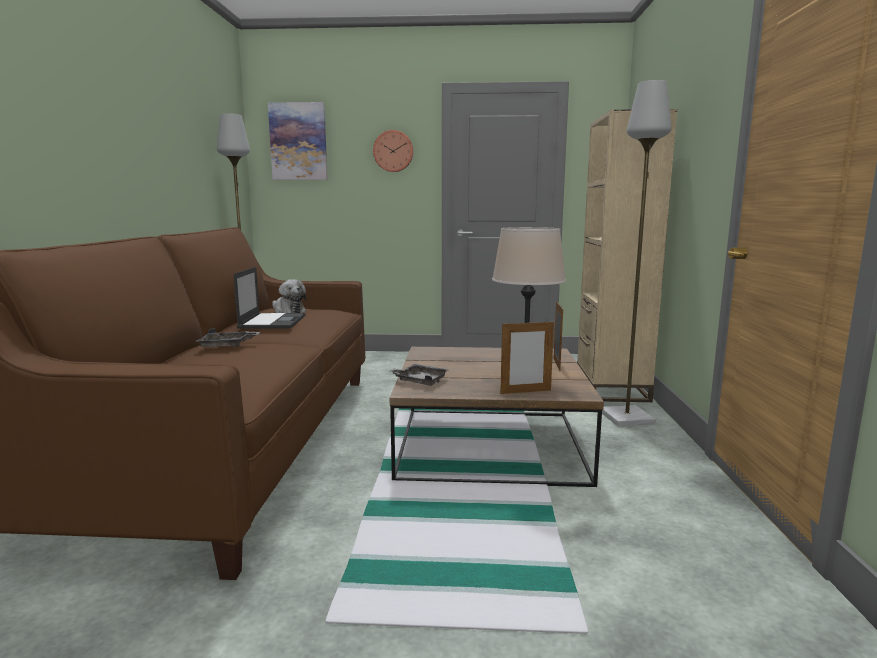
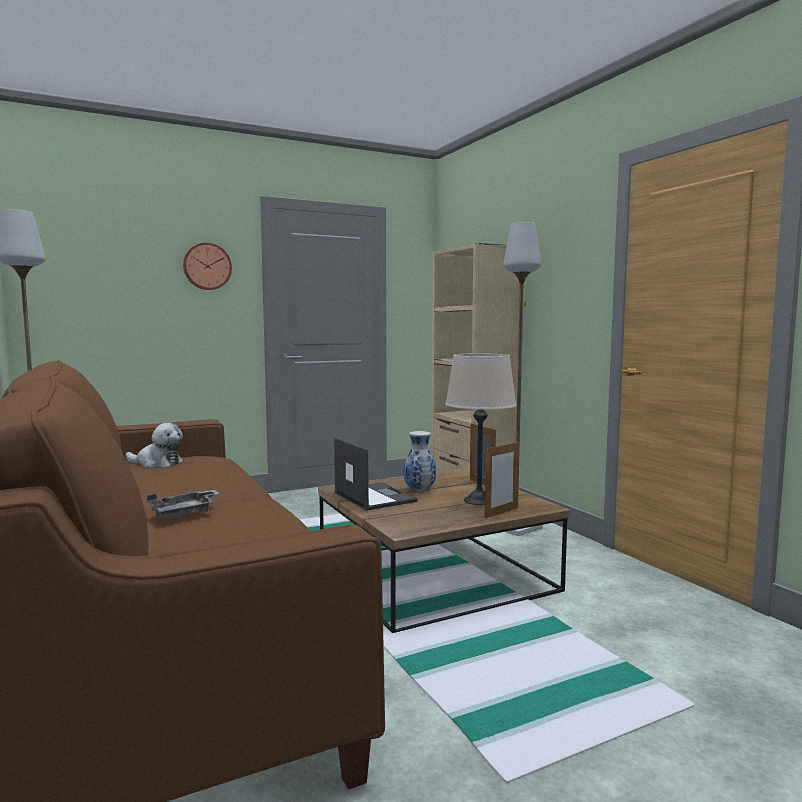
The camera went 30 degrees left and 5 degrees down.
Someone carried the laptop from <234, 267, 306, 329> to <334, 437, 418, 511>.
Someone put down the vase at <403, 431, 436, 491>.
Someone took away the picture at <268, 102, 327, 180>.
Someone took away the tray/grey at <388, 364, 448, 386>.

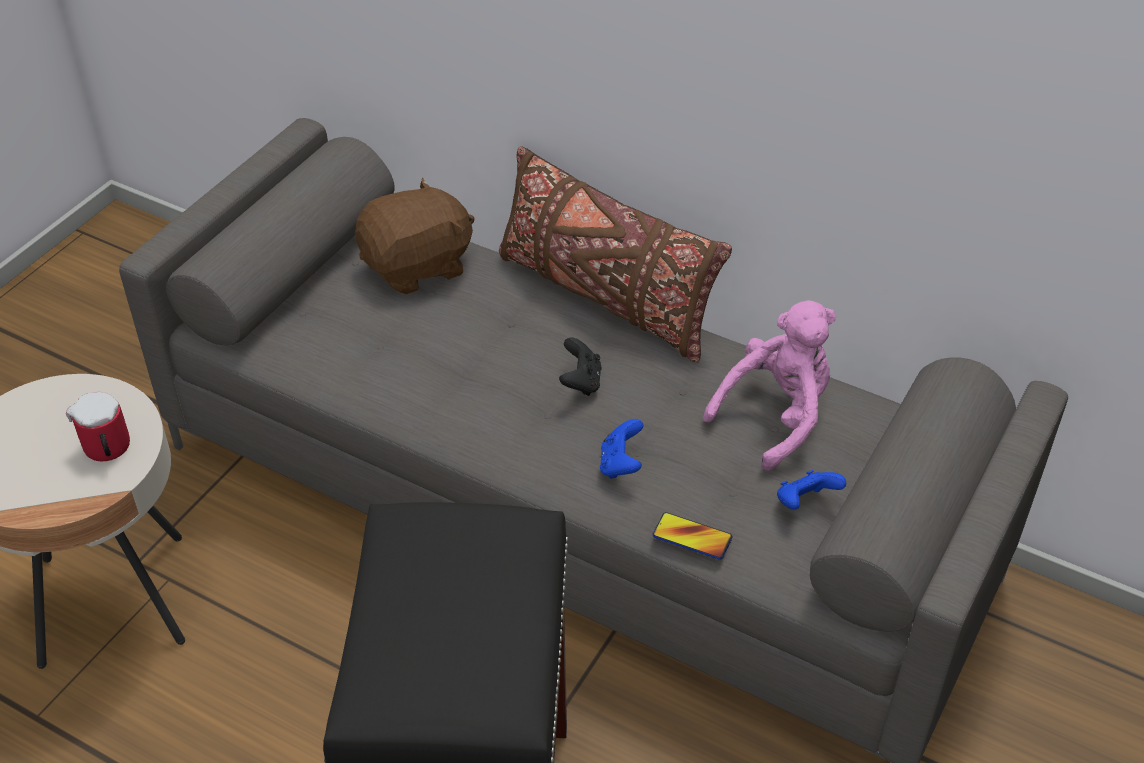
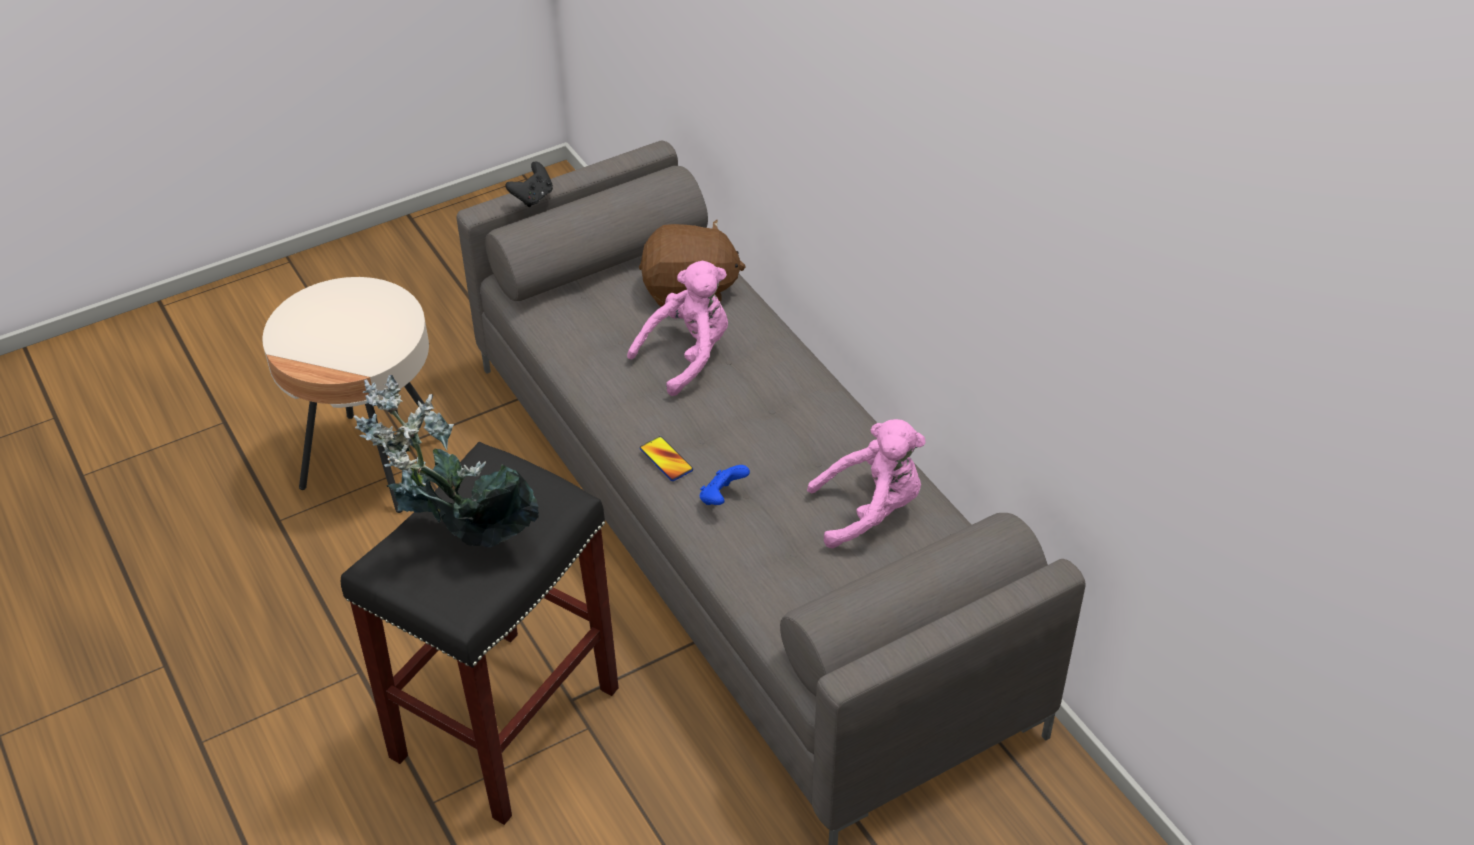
The camera went 30 degrees right and 0 degrees up.
Someone put down the potted plant at <354, 375, 539, 548>.
Someone carried the game controller/black from <559, 338, 602, 396> to <505, 162, 553, 207>.
Someone put down the plush toy/pink at <627, 261, 728, 396>.
Someone carried the phone from <653, 512, 733, 560> to <640, 436, 693, 481>.
Someone took away the mug at <66, 392, 130, 461>.
Someone took away the pillow/brown at <499, 146, 732, 363>.
Someone took away the game controller/blue at <777, 470, 846, 510>.

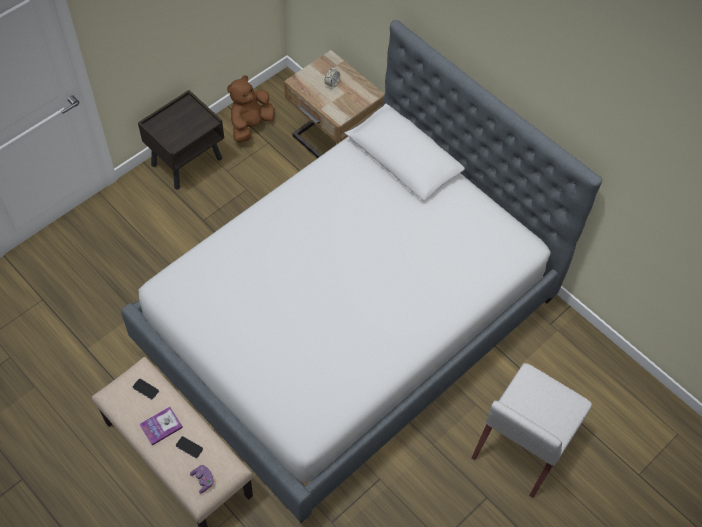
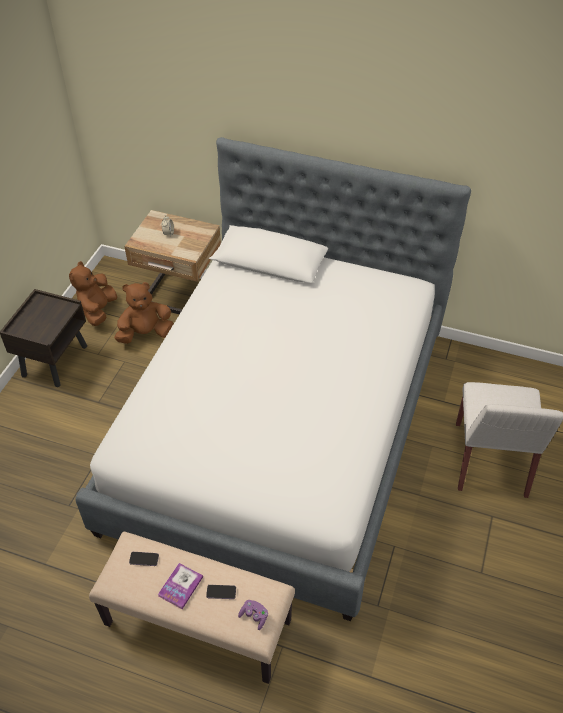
The camera went 25 degrees left and 10 degrees down.
Someone put down the plush toy/brown at <114, 282, 173, 344>.

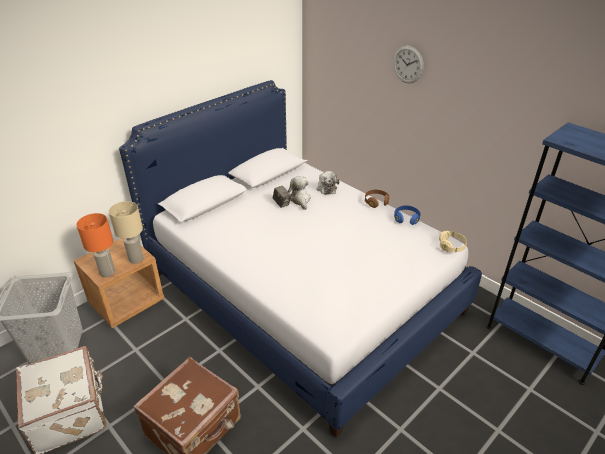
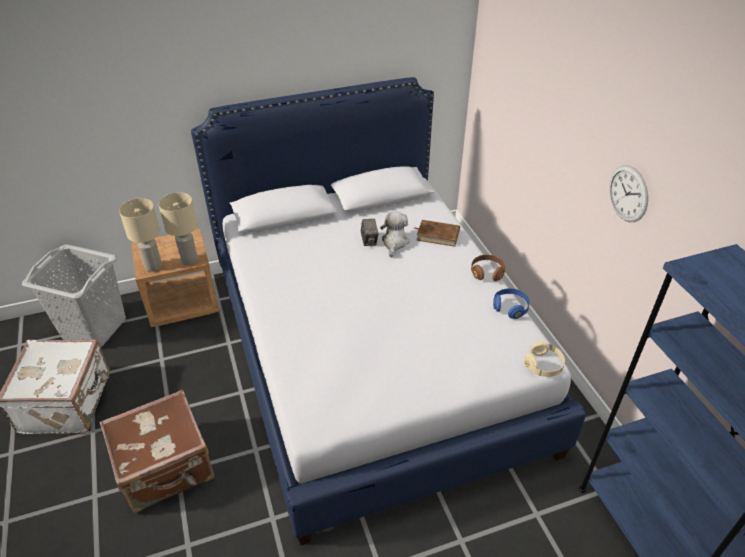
The camera went 25 degrees right and 5 degrees up.
Someone repainted the table lamp/orange at <76, 213, 115, 277>, which became the table lamp/beige at <119, 198, 162, 272>.
Someone swapped the plush toy at <316, 171, 339, 195> for the book/brown at <414, 220, 460, 247>.
Someone carried the wall clock from <393, 46, 424, 84> to <609, 165, 648, 222>.

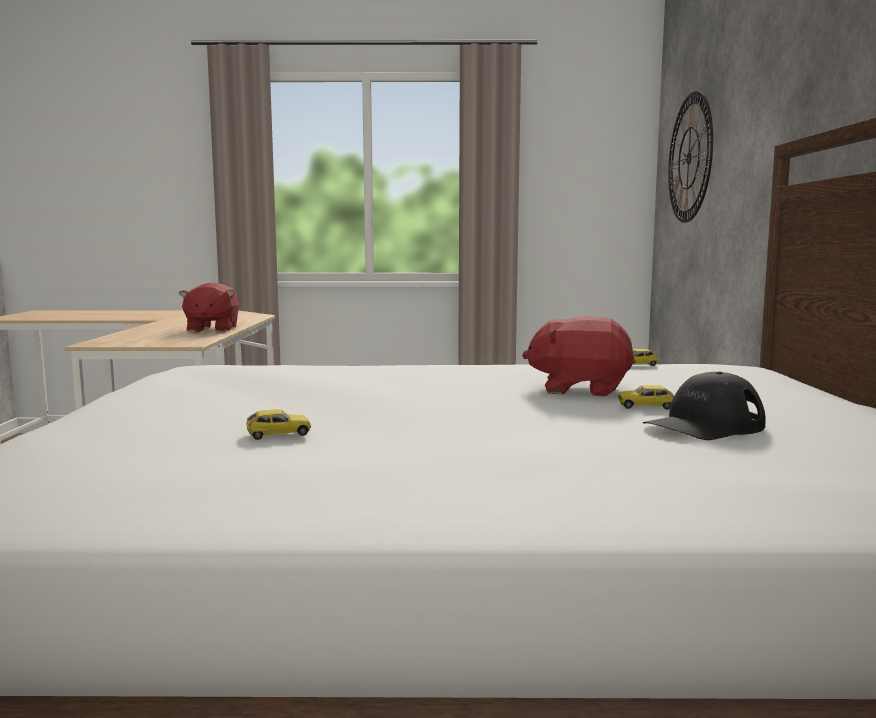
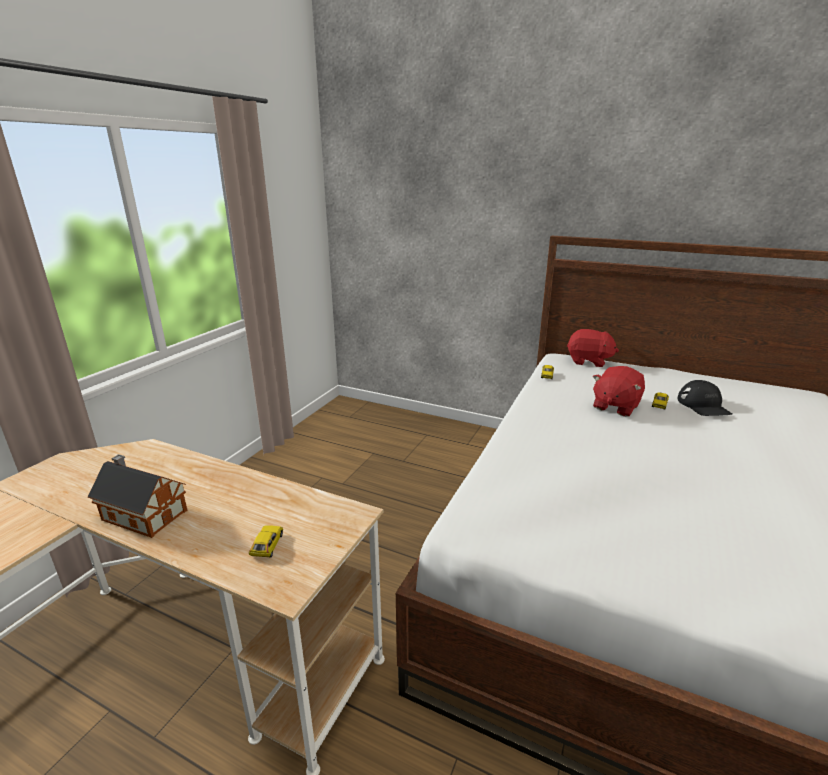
The camera went 65 degrees left and 15 degrees up.
Someone put down the toy house at <88, 454, 187, 538>.
Someone carried the toy car from <246, 409, 311, 440> to <249, 526, 283, 557>.
Someone carried the plush toy/red from <178, 282, 239, 332> to <567, 329, 619, 367>.
Someone took away the wall clock at <668, 91, 713, 223>.

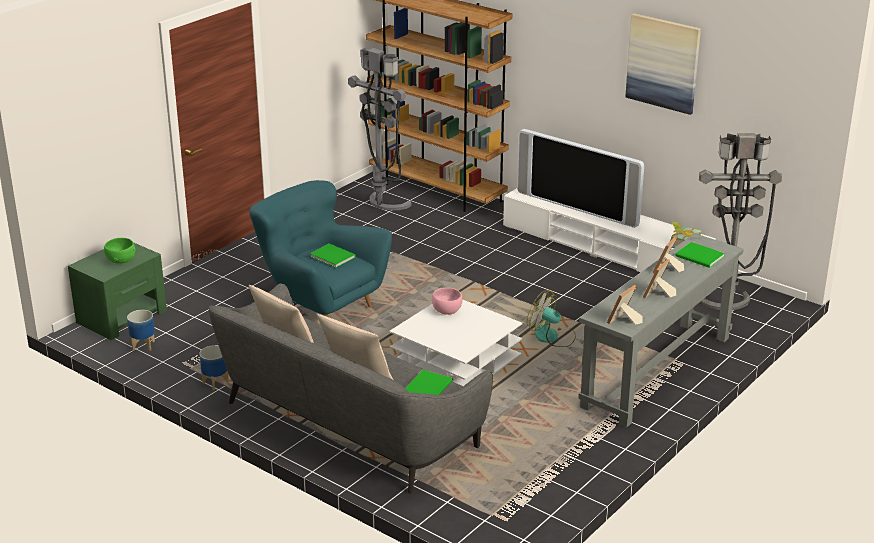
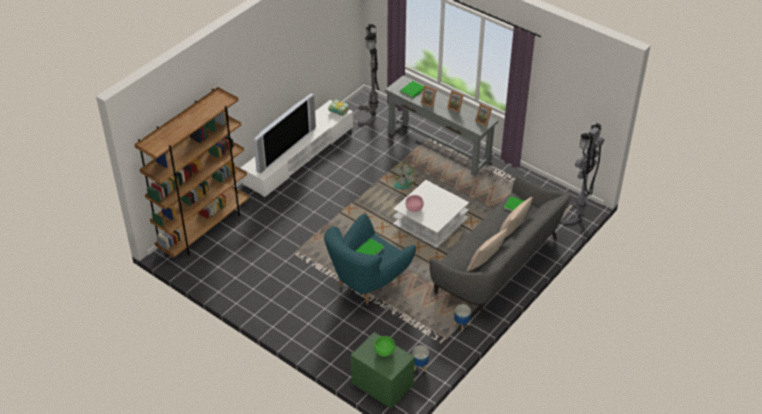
The camera went 90 degrees left and 15 degrees up.
Someone carried the floor lamp/grey from <348, 48, 411, 211> to <560, 123, 604, 224>.
Someone took away the picture at <625, 13, 701, 115>.

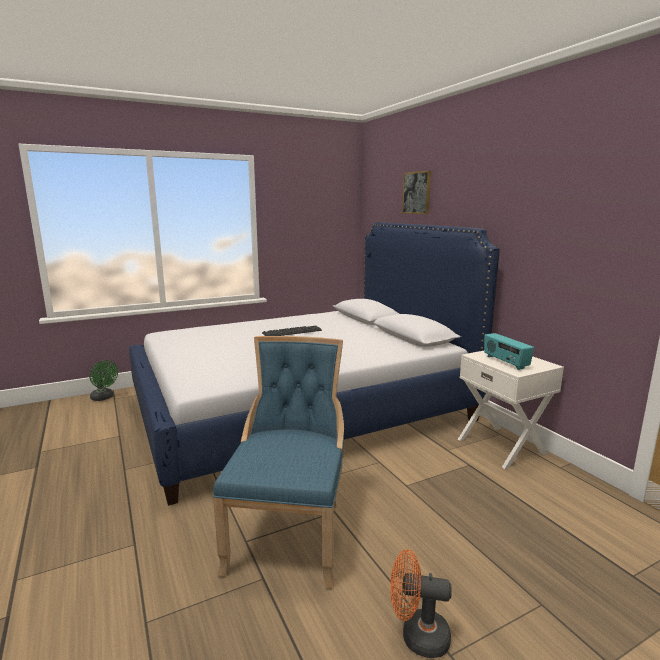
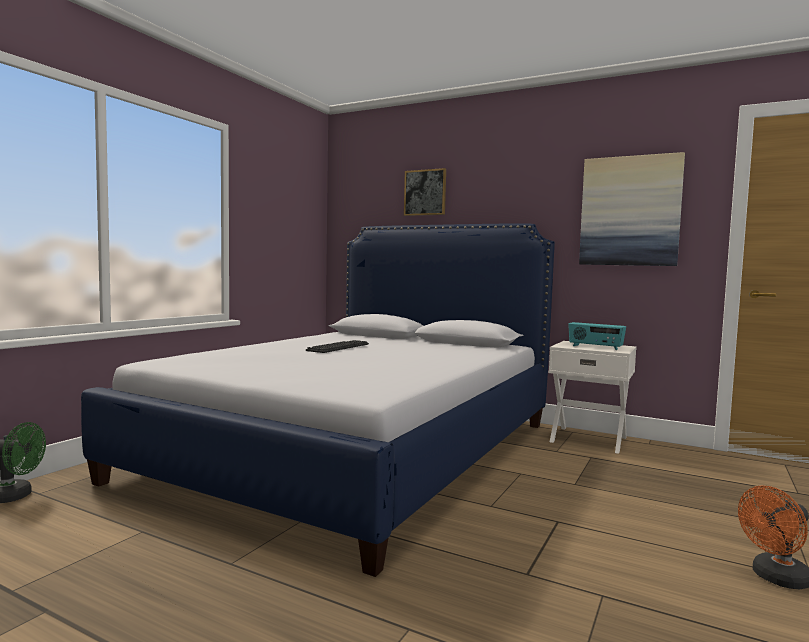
The camera went 35 degrees left and 10 degrees down.
Someone put up the picture at <579, 152, 685, 266>.
Someone took away the chair/blue at <213, 336, 344, 589>.

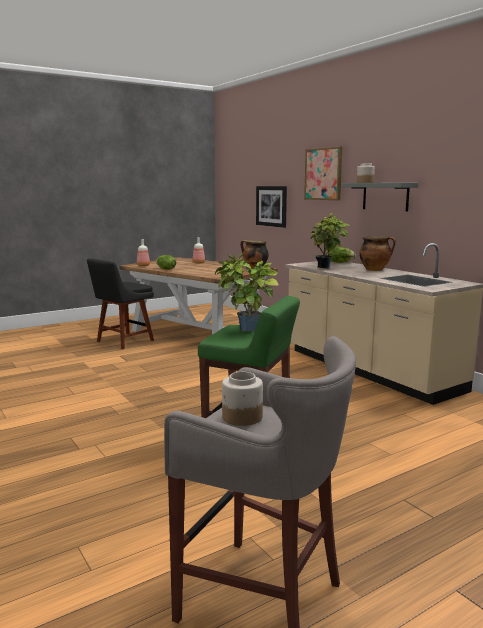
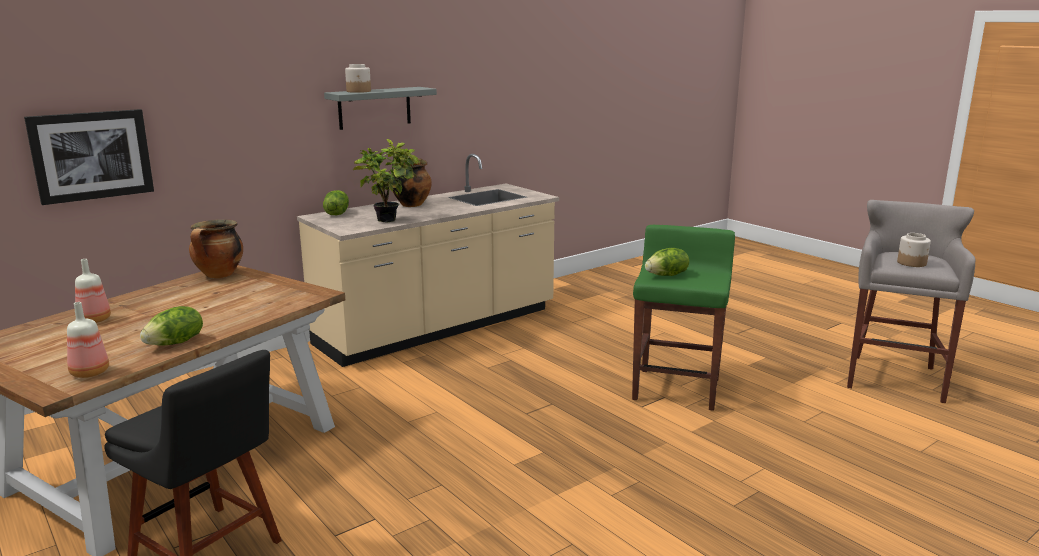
The camera went 95 degrees left and 5 degrees up.
Someone swapped the potted plant at <215, 253, 279, 332> for the lettuce at <645, 248, 689, 276>.
Someone took away the picture at <304, 147, 342, 200>.

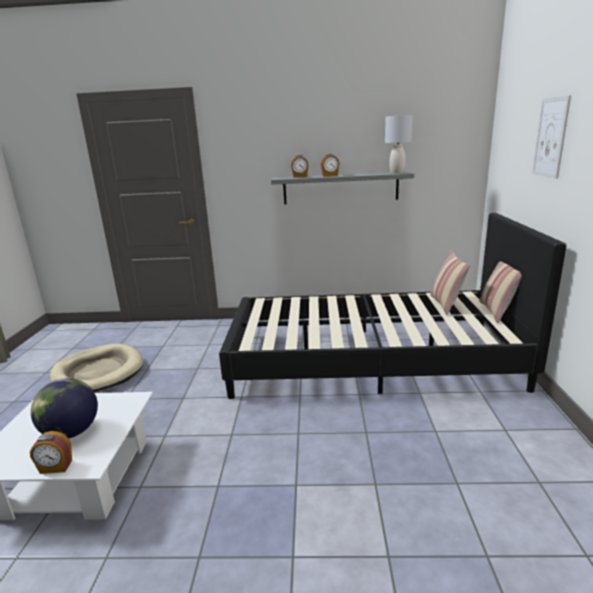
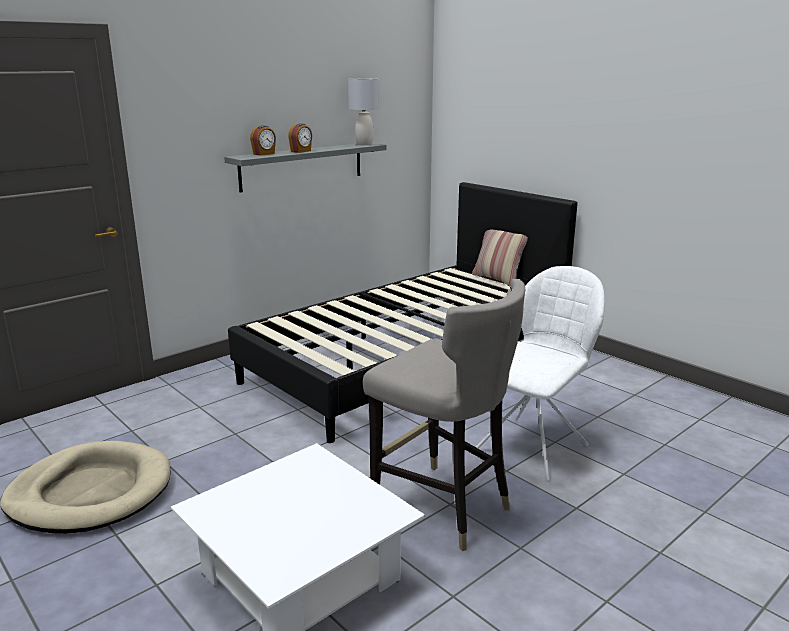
The camera went 45 degrees left and 0 degrees up.
Someone put down the stool/grey at <363, 279, 525, 551>.
Someone put down the chair/white at <476, 266, 605, 482>.
Someone took away the alarm clock at <30, 431, 72, 474>.
Someone took away the globe at <31, 378, 98, 438>.
Someone took away the pillow at <430, 250, 470, 315>.
Someone took away the picture at <532, 95, 571, 179>.

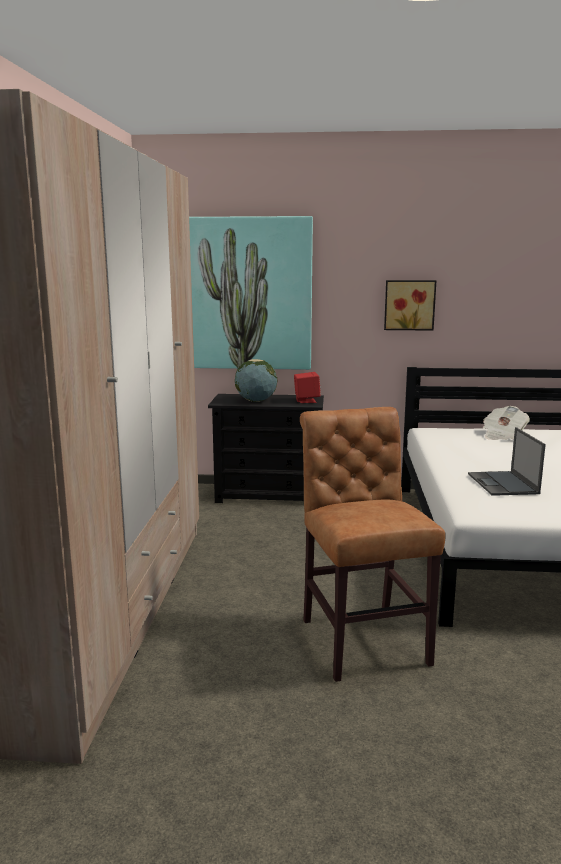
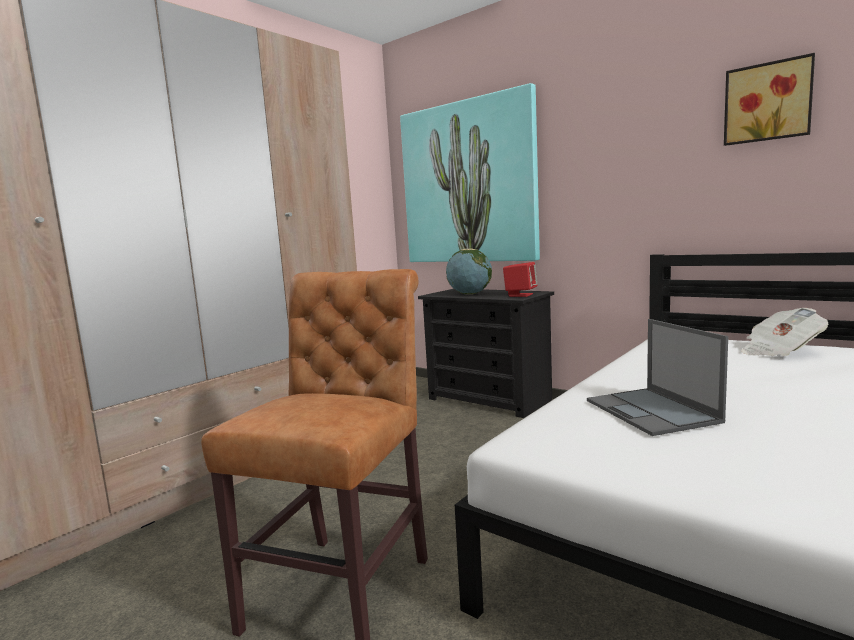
The camera went 35 degrees right and 5 degrees down.
Someone rotated the laptop at <468, 427, 546, 496> by 45 degrees counterclockwise.
Someone carried the picture from <384, 280, 436, 331> to <724, 53, 815, 146>.

